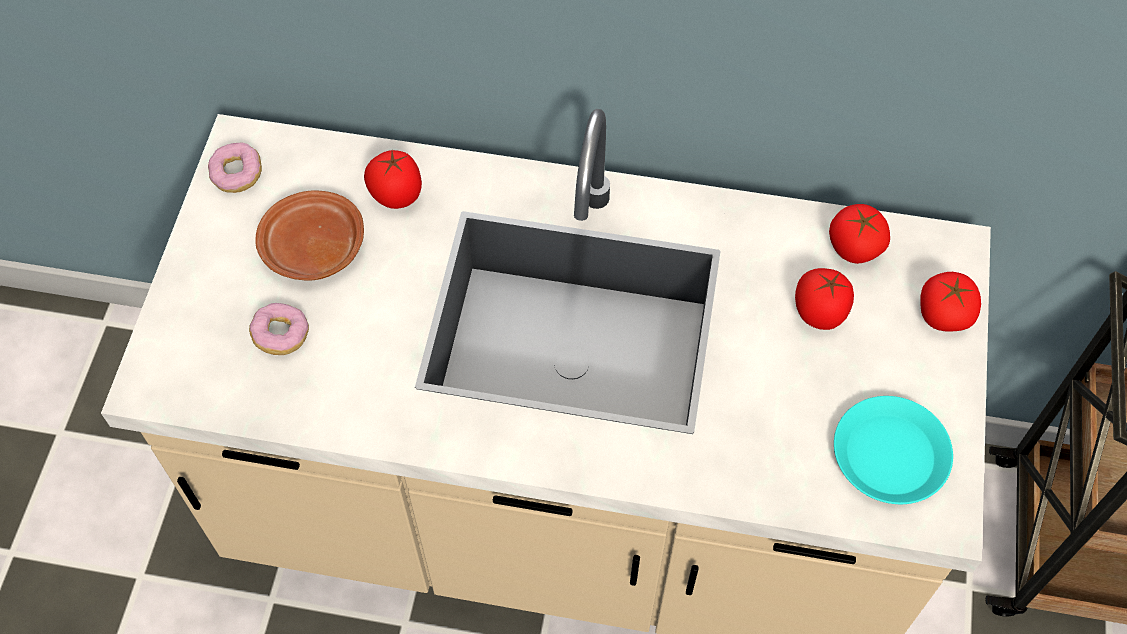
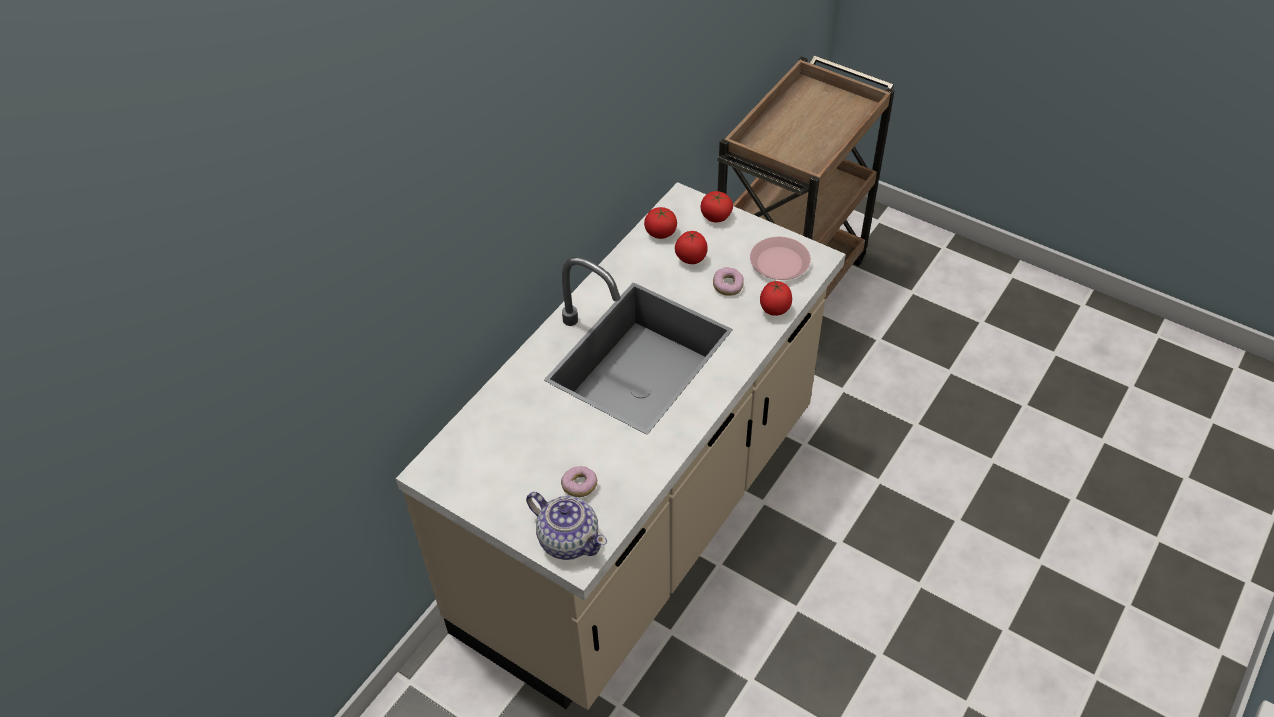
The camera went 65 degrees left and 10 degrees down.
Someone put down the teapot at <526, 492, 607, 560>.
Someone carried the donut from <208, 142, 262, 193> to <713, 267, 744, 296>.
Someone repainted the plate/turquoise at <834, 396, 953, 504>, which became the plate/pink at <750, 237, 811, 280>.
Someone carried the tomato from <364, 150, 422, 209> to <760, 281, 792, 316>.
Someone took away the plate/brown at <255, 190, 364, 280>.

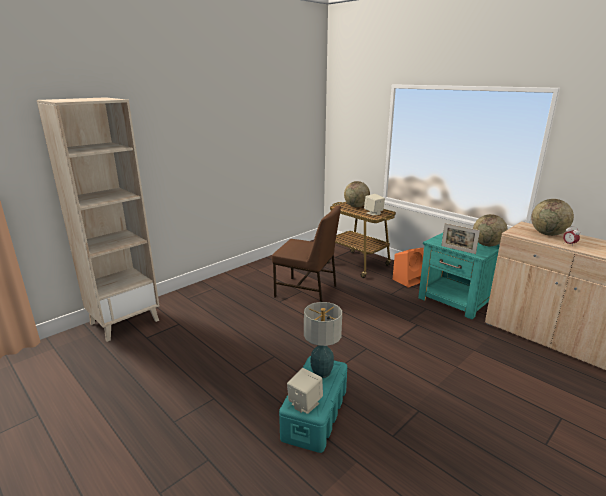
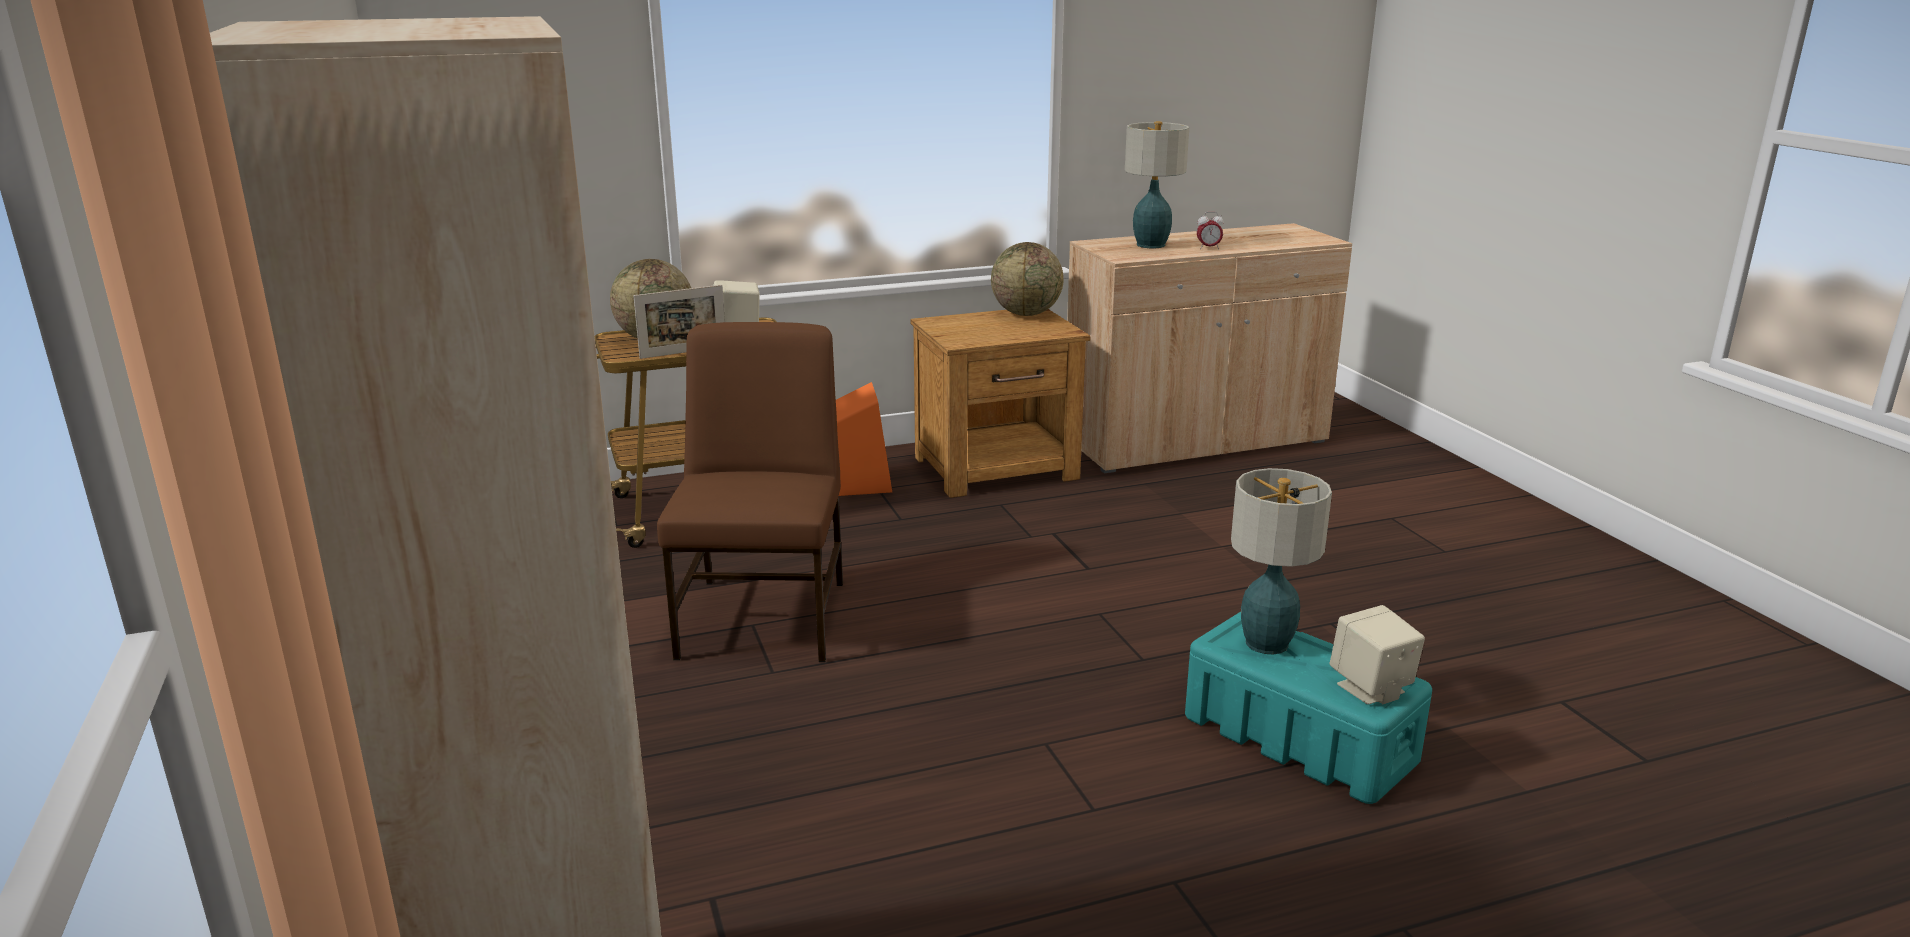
The camera went 65 degrees left and 0 degrees up.
Someone carried the picture frame from <441, 223, 480, 254> to <634, 285, 725, 359>.
Someone rotated the chair/brown at <272, 205, 341, 302> by 45 degrees counterclockwise.
Someone repainted the nightstand/turquoise at <418, 233, 500, 320>, which became the nightstand/brown at <910, 309, 1090, 498>.
Someone swapped the globe at <531, 199, 574, 236> for the table lamp at <1125, 121, 1189, 248>.

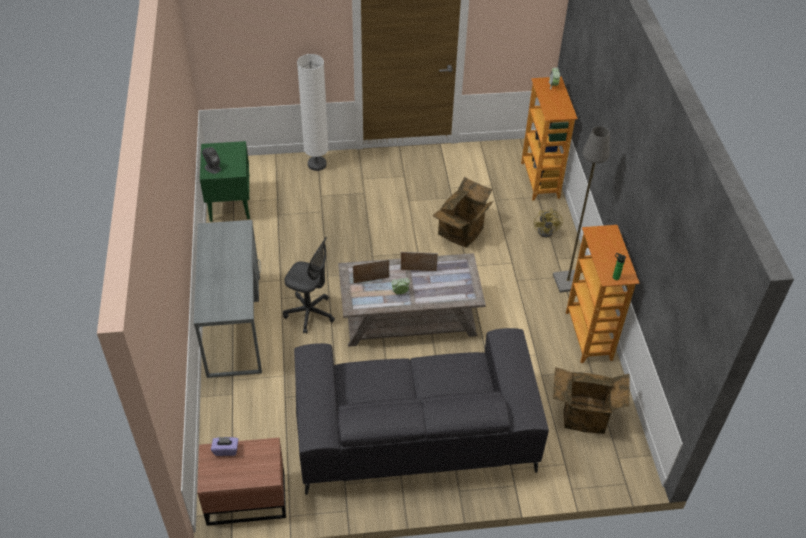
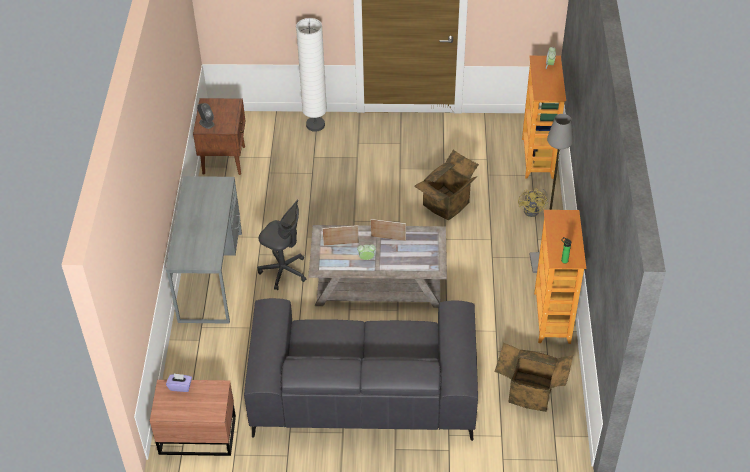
The camera went 10 degrees right and 0 degrees up.
Someone repainted the nightstand/green at <200, 141, 250, 222>, which became the nightstand/brown at <193, 98, 245, 175>.

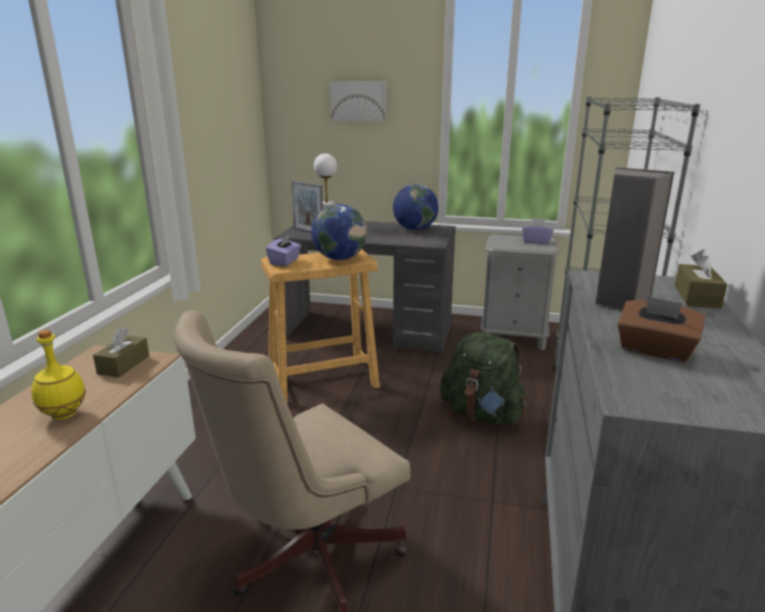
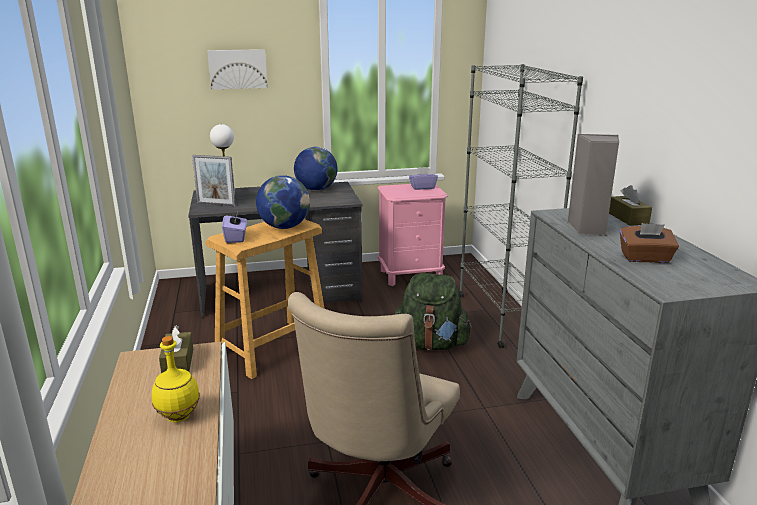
The camera went 25 degrees left and 0 degrees up.
Someone repainted the nightstand/grey at <480, 234, 559, 350>, which became the nightstand/pink at <378, 184, 448, 286>.

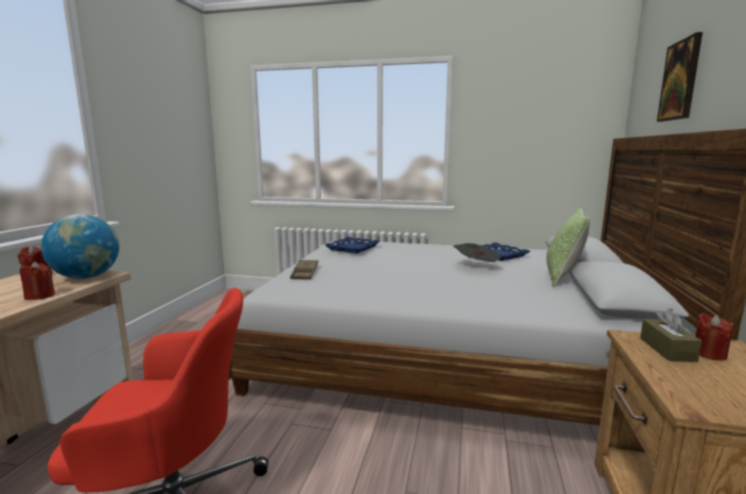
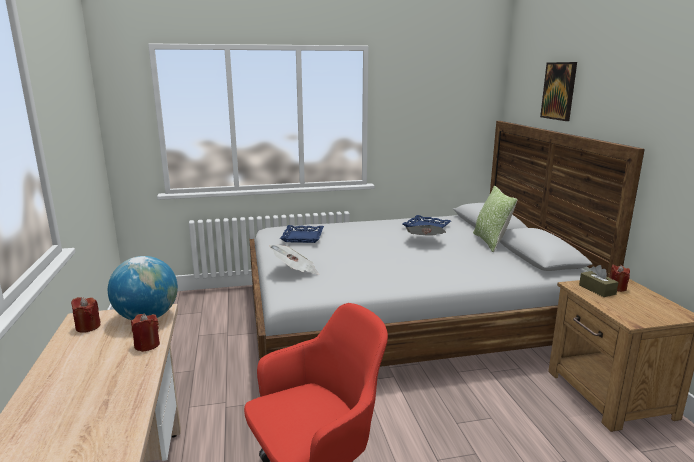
The camera went 25 degrees left and 5 degrees up.
Someone swapped the tray/brown at <290, 259, 318, 280> for the newspaper at <269, 245, 319, 274>.

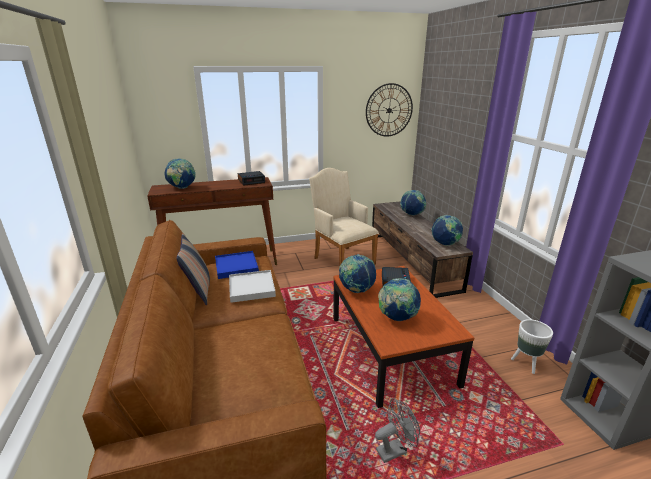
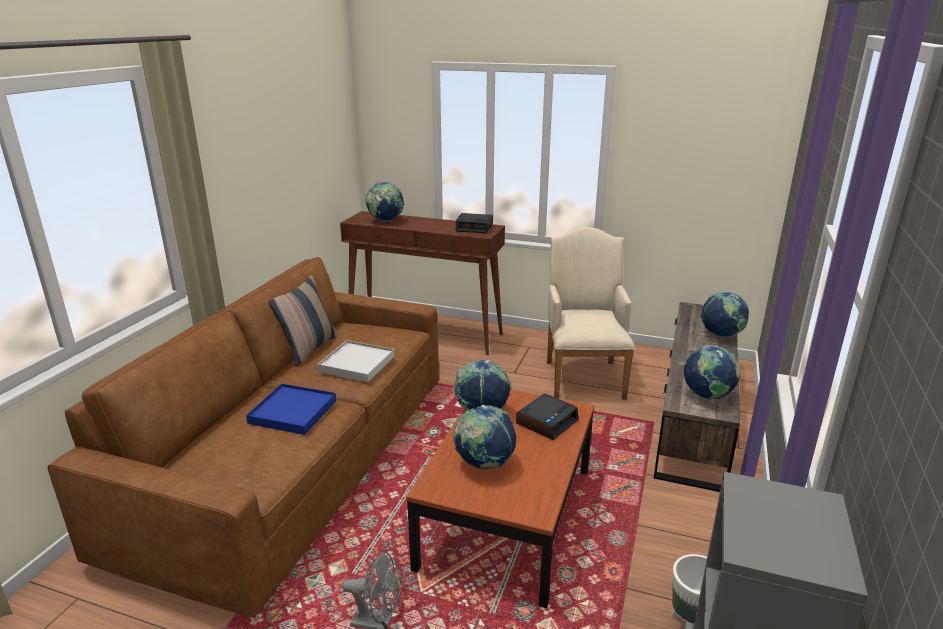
The camera went 35 degrees right and 0 degrees up.
Someone carried the tray/blue from <215, 251, 259, 279> to <246, 383, 336, 435>.
Someone took away the wall clock at <366, 83, 413, 137>.

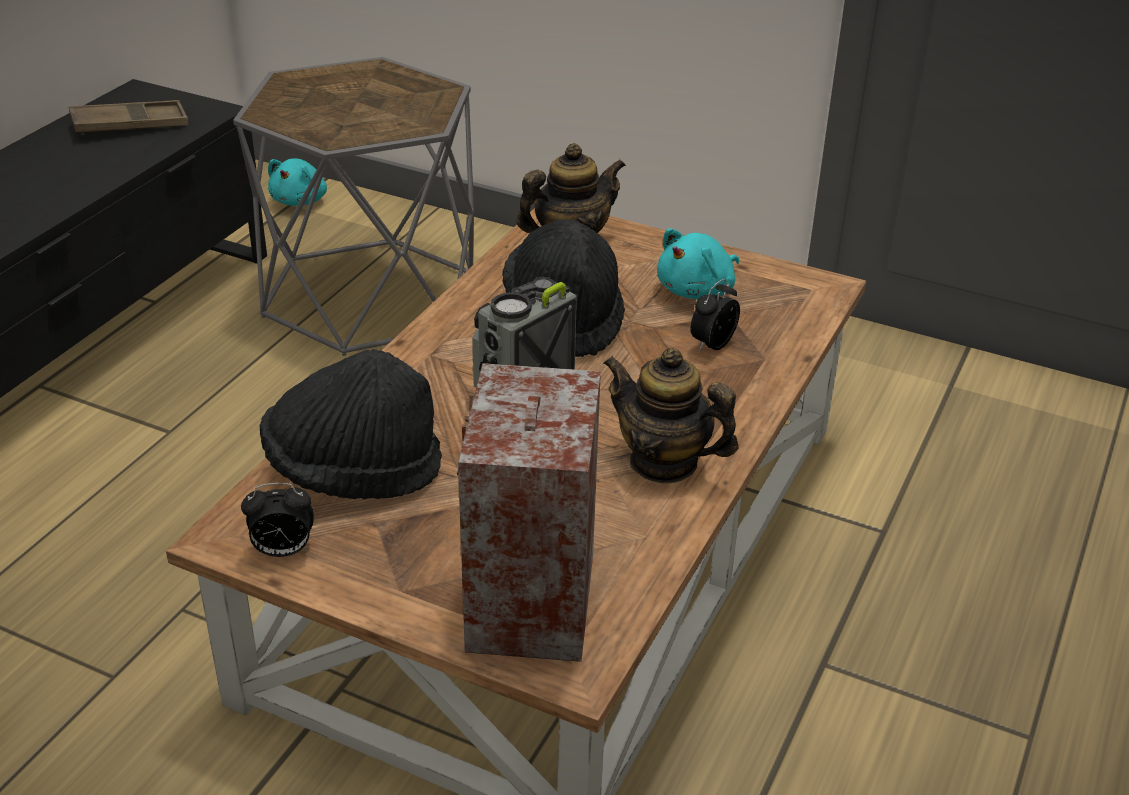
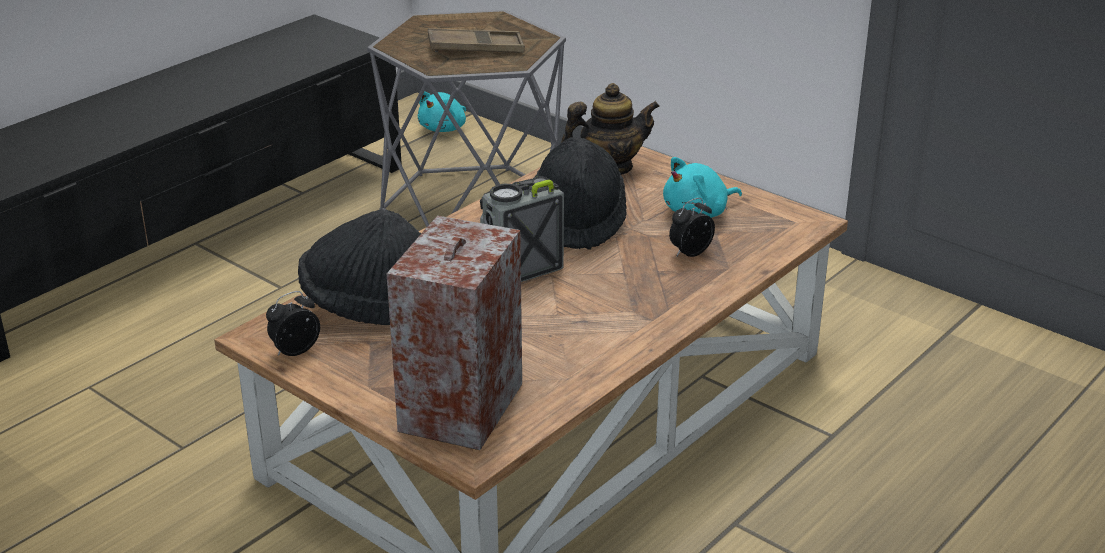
The camera went 15 degrees right and 5 degrees down.
Someone rotated the alarm clock at <241, 483, 314, 557> by 135 degrees clockwise.
Someone carried the tray/brown from <69, 100, 188, 135> to <428, 28, 525, 52>.
Someone took away the teapot at <603, 347, 739, 483>.

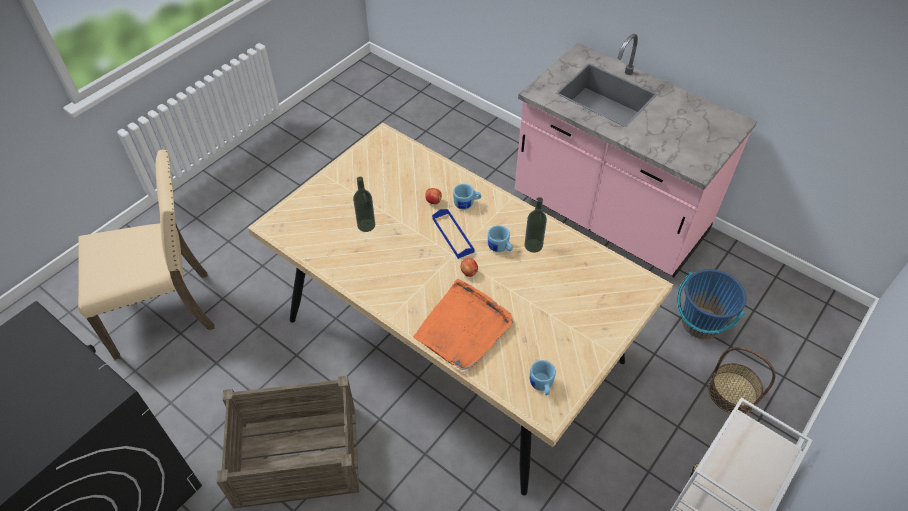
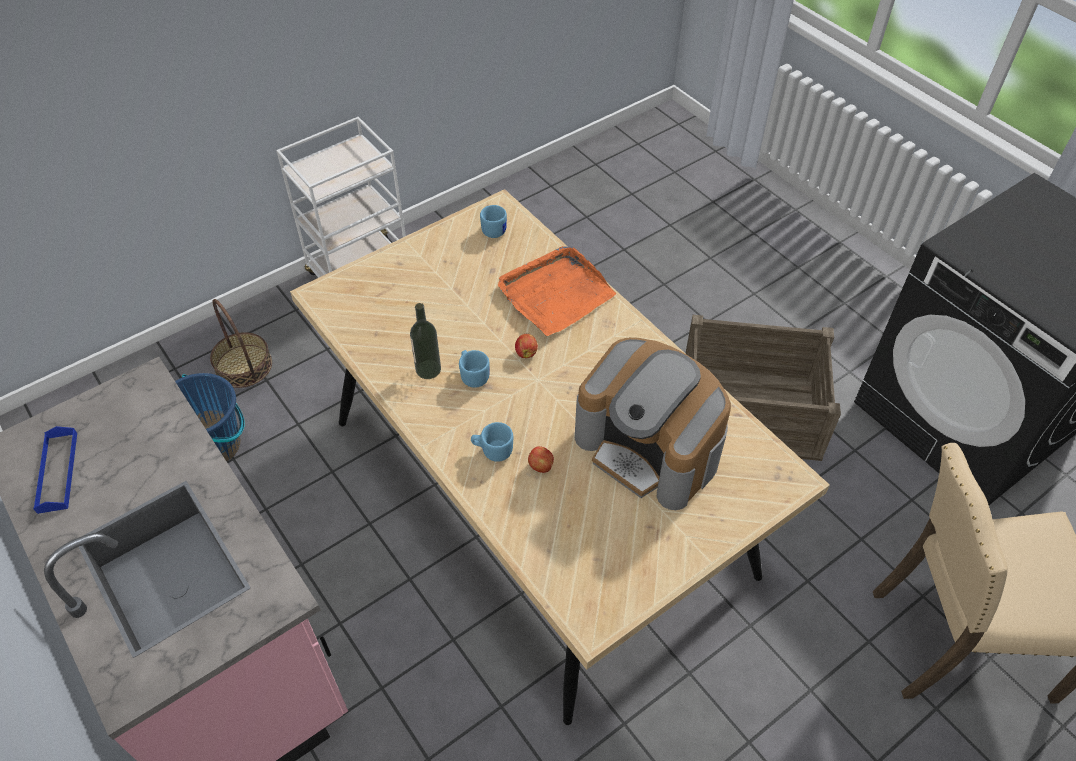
The camera went 165 degrees left and 0 degrees up.
Someone carried the tray/blue from <432, 209, 475, 259> to <33, 426, 77, 514>.
Someone swapped the bottle at <353, 177, 375, 232> for the coffee machine at <575, 337, 731, 510>.

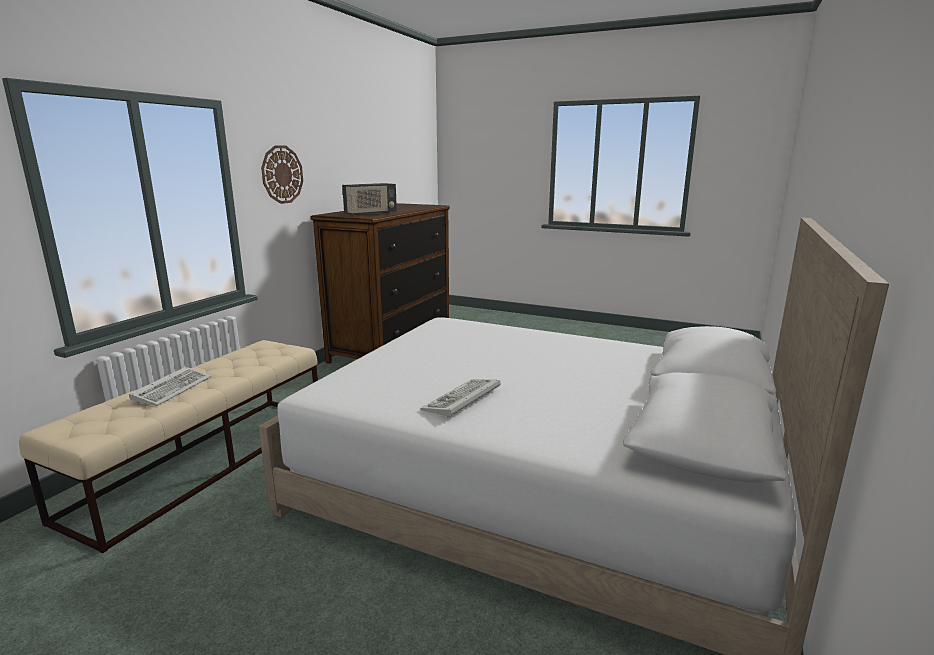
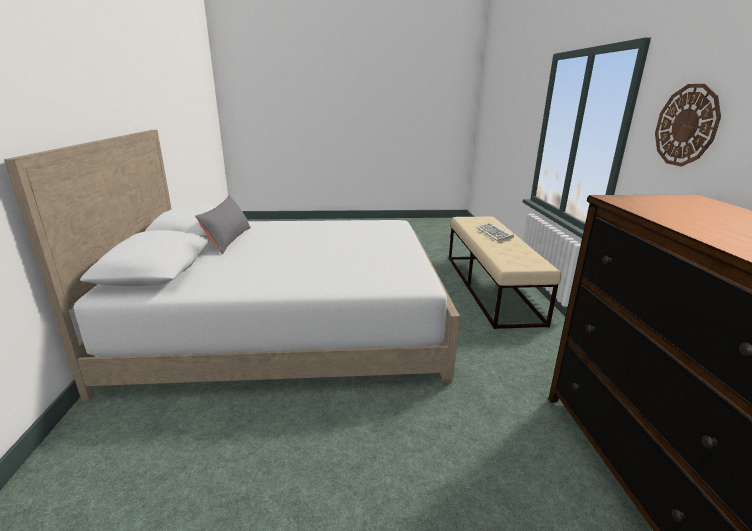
The camera went 150 degrees right and 5 degrees up.
Someone put down the pillow/grey at <195, 195, 251, 254>.
Someone took away the radio at <342, 183, 397, 216>.
Someone took away the keyboard at <420, 379, 501, 418>.

